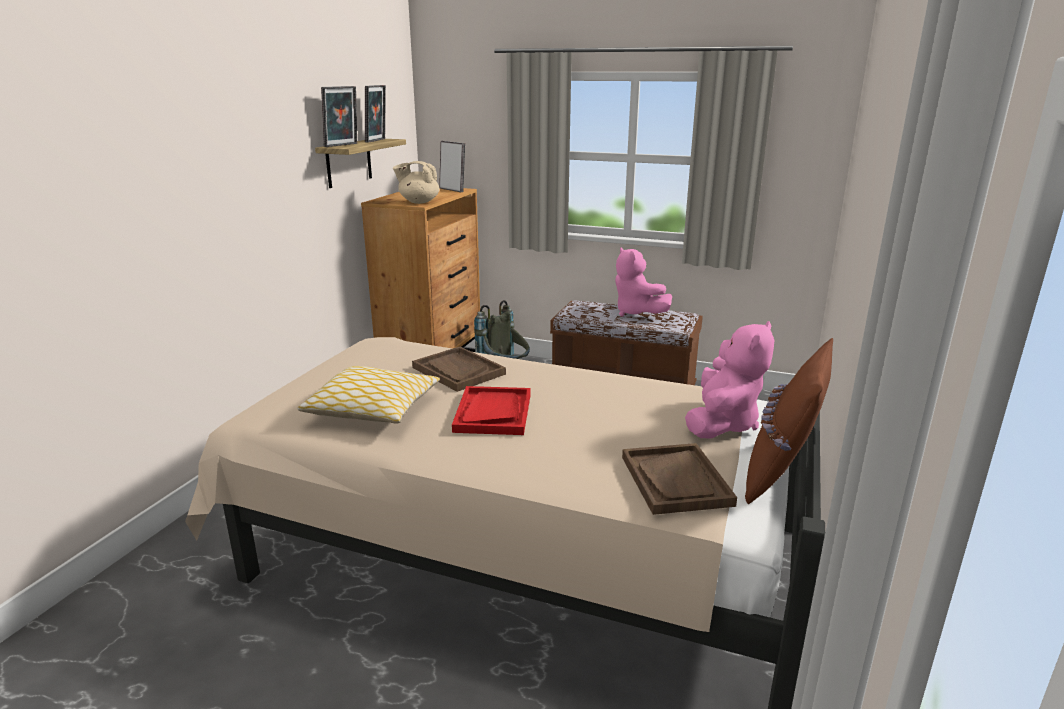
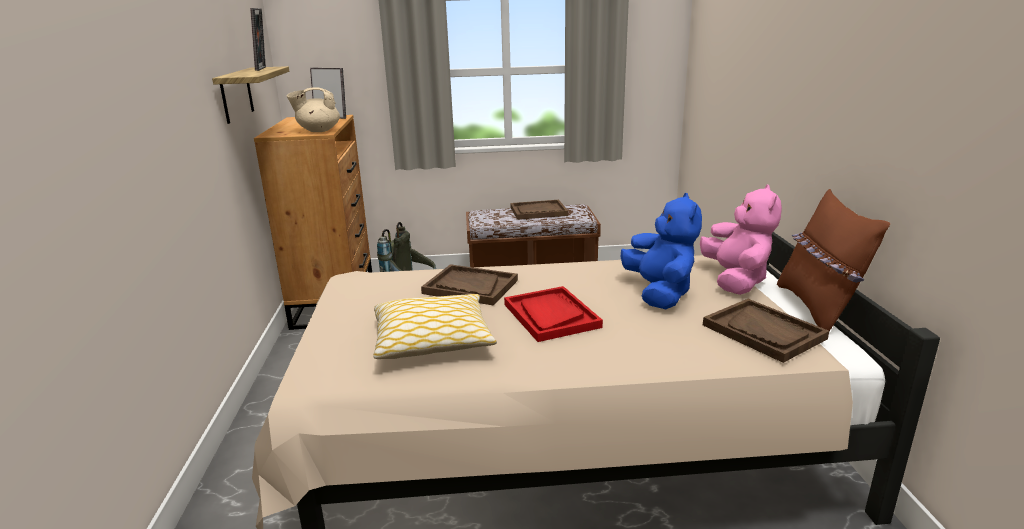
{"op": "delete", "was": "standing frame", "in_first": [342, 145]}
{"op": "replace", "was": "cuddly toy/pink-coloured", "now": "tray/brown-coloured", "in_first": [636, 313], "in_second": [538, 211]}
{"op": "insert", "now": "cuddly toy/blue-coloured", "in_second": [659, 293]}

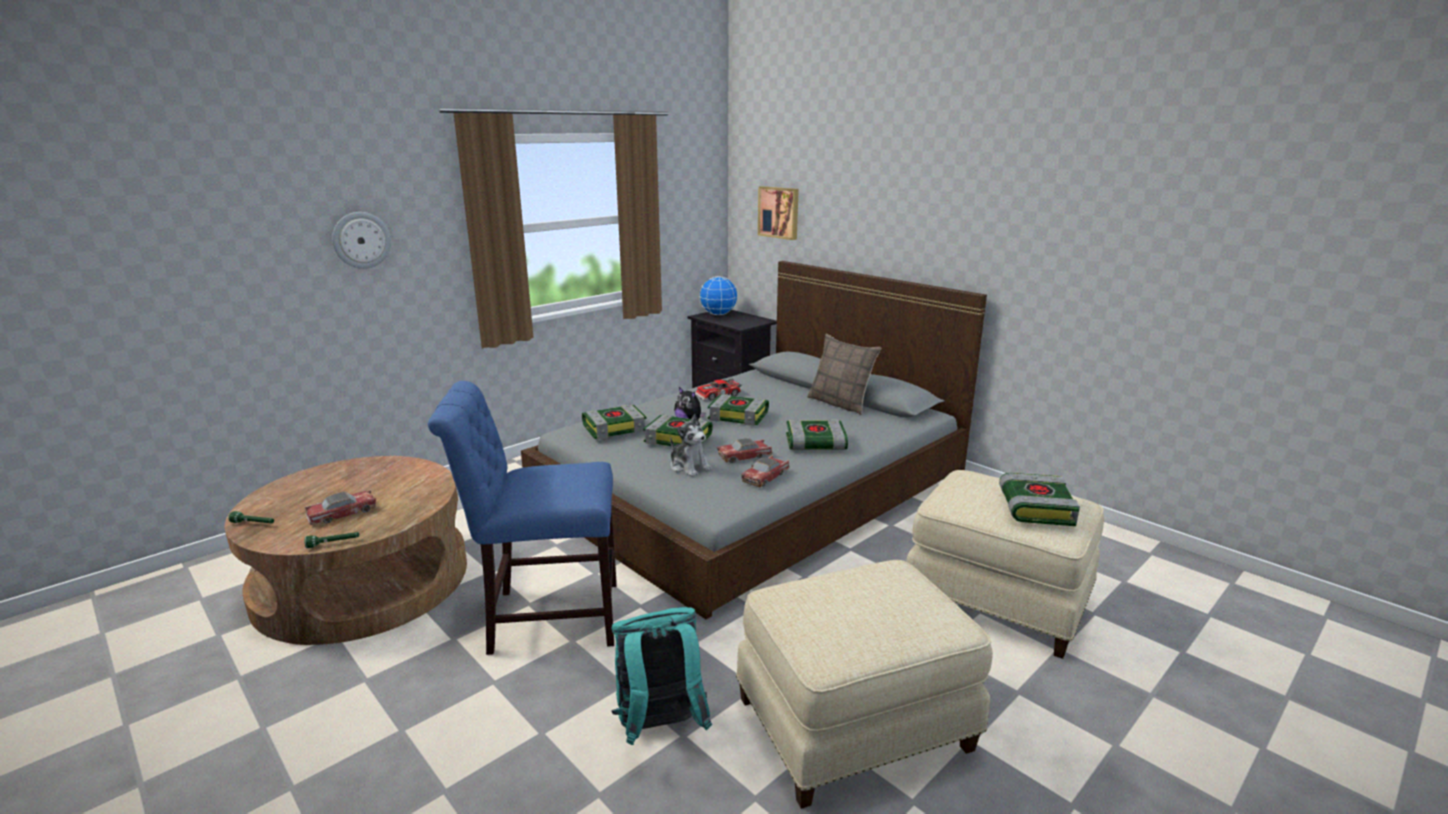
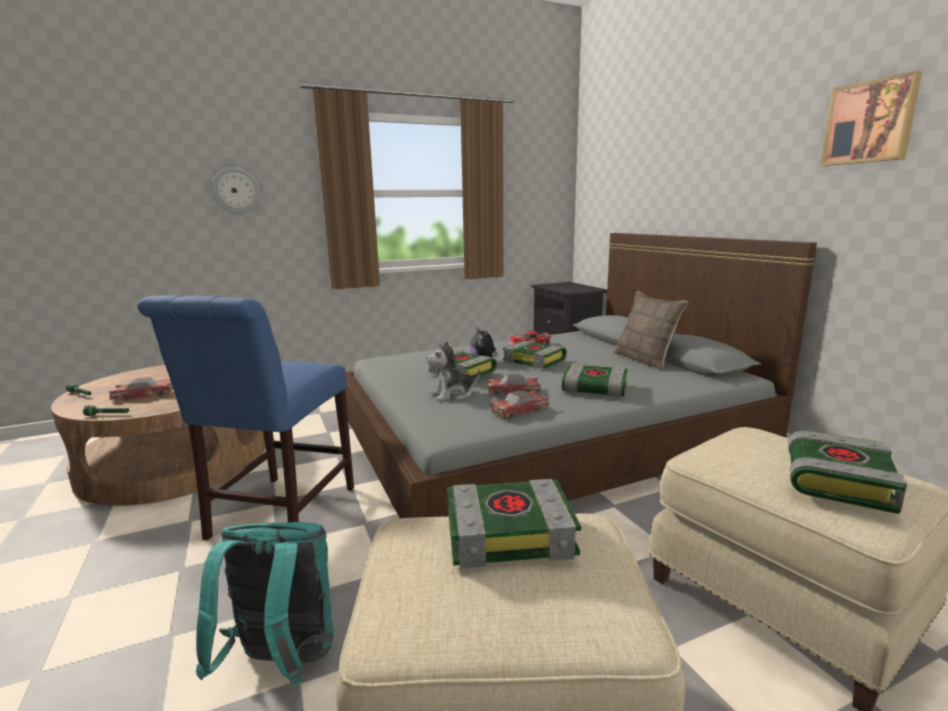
{"op": "move", "was": "wall picture", "in_first": [779, 212], "in_second": [870, 122]}
{"op": "delete", "was": "desk globe", "in_first": [718, 314]}
{"op": "rotate", "was": "upright chair/blue-coloured", "in_first": [546, 617], "in_second": [277, 516], "clockwise": -90}
{"op": "move", "was": "bound book", "in_first": [615, 428], "in_second": [510, 532]}
{"op": "rotate", "was": "cuddly toy", "in_first": [689, 467], "in_second": [453, 394], "clockwise": 90}

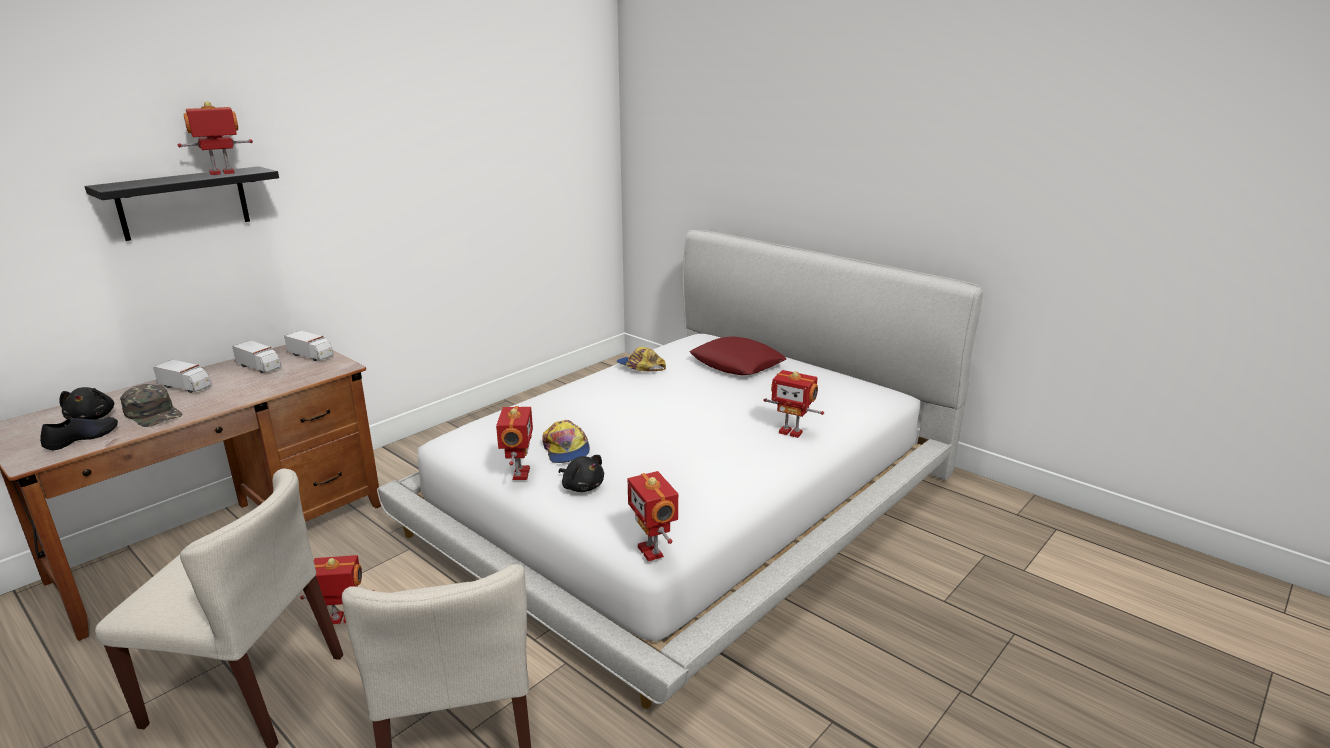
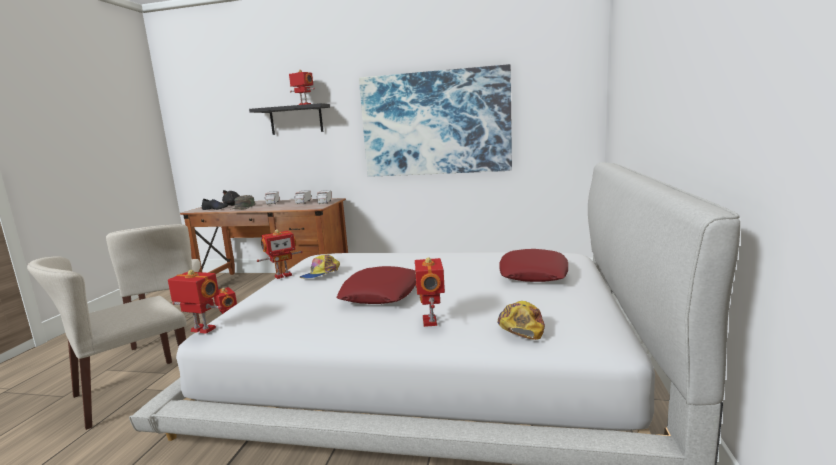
{"op": "move", "was": "peaked cap", "in_first": [640, 367], "in_second": [521, 326]}
{"op": "delete", "was": "cuddly toy/black-coloured", "in_first": [582, 486]}
{"op": "rotate", "was": "model robot", "in_first": [652, 551], "in_second": [202, 330], "clockwise": 75}
{"op": "insert", "now": "wall picture", "in_second": [435, 123]}
{"op": "insert", "now": "pillow/red-coloured", "in_second": [380, 293]}

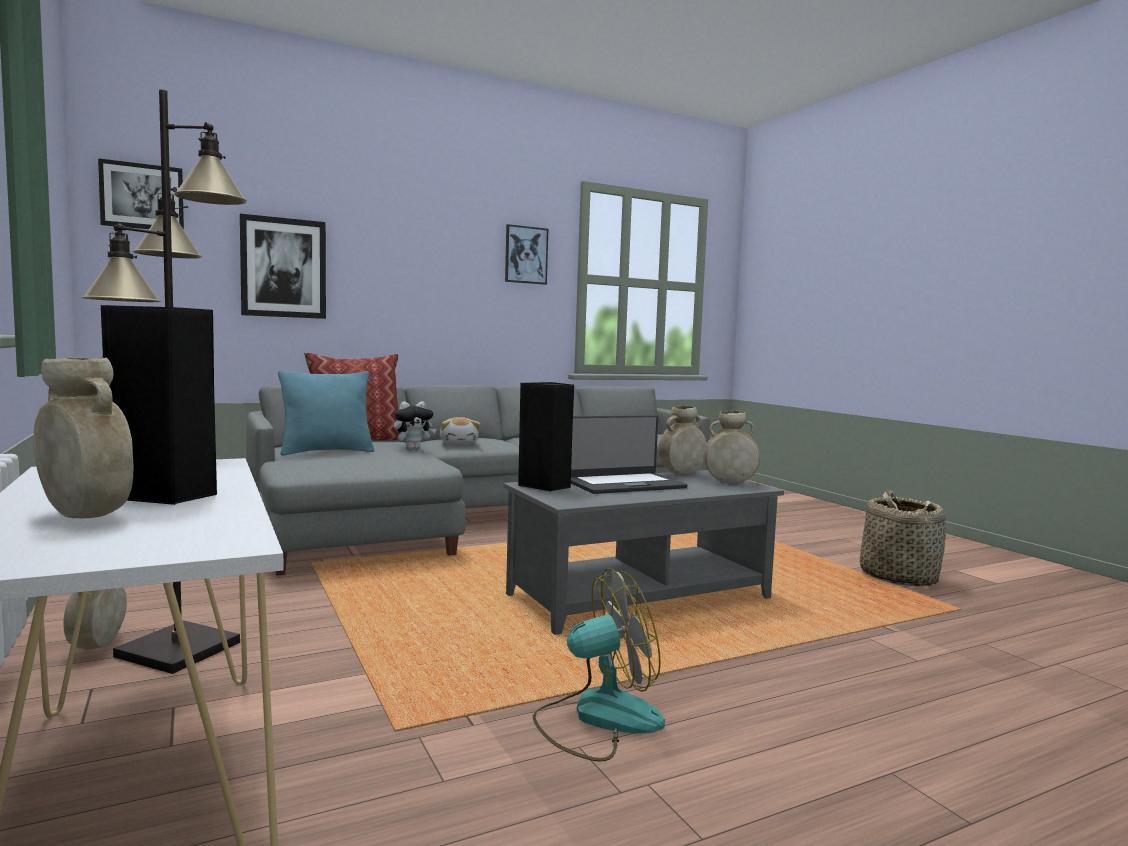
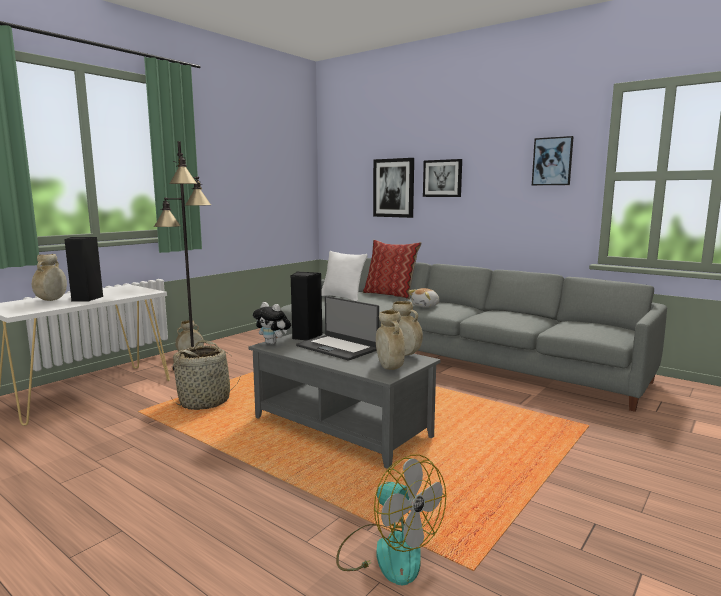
{"op": "move", "was": "wall picture", "in_first": [142, 196], "in_second": [442, 178]}
{"op": "recolor", "was": "pillow/turquoise", "now": "pillow/white-coloured", "in_first": [327, 452], "in_second": [342, 297]}
{"op": "move", "was": "cuddly toy", "in_first": [413, 448], "in_second": [273, 343]}
{"op": "move", "was": "basket", "in_first": [898, 577], "in_second": [205, 401]}
{"op": "move", "was": "cooling fan", "in_first": [597, 718], "in_second": [387, 551]}

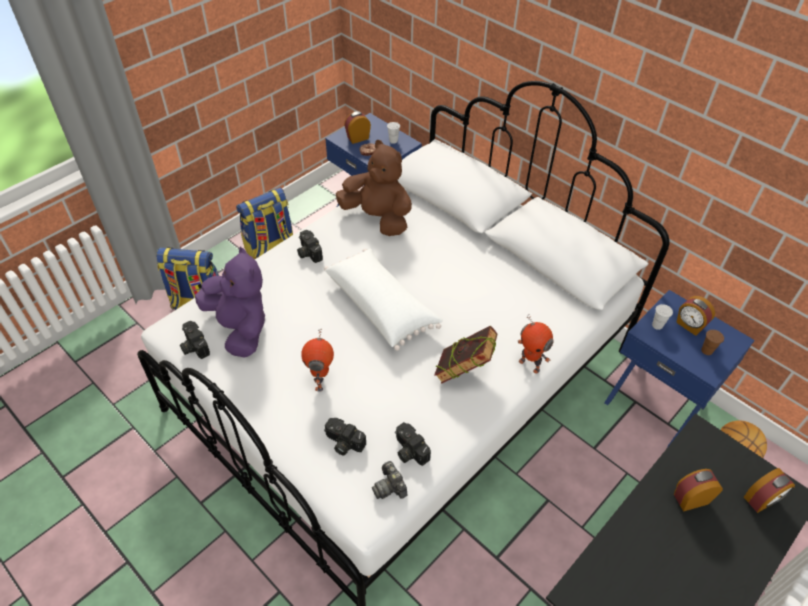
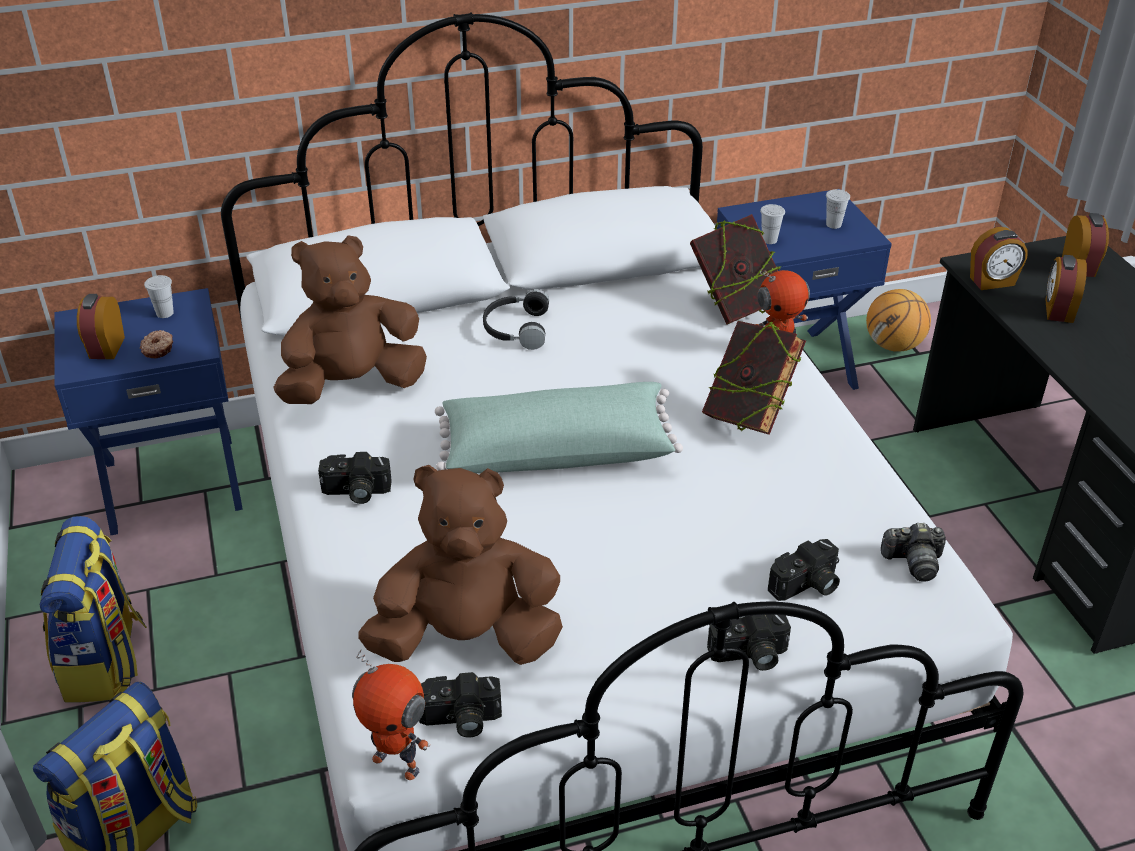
{"op": "recolor", "was": "cuddly toy/purple", "now": "cuddly toy/brown-coloured", "in_first": [240, 328], "in_second": [467, 638]}
{"op": "recolor", "was": "pillow/white-coloured", "now": "pillow/green-coloured", "in_first": [382, 306], "in_second": [556, 449]}
{"op": "move", "was": "alarm clock", "in_first": [689, 325], "in_second": [992, 282]}
{"op": "move", "was": "model robot", "in_first": [321, 381], "in_second": [398, 762]}
{"op": "recolor", "was": "small cup/brown-coloured", "now": "small cup/white-coloured", "in_first": [706, 351], "in_second": [833, 224]}
{"op": "move", "was": "photo camera", "in_first": [408, 451], "in_second": [749, 656]}
{"op": "insert", "now": "bound book", "in_second": [735, 307]}
{"op": "insert", "now": "headphones/black-coloured", "in_second": [515, 329]}

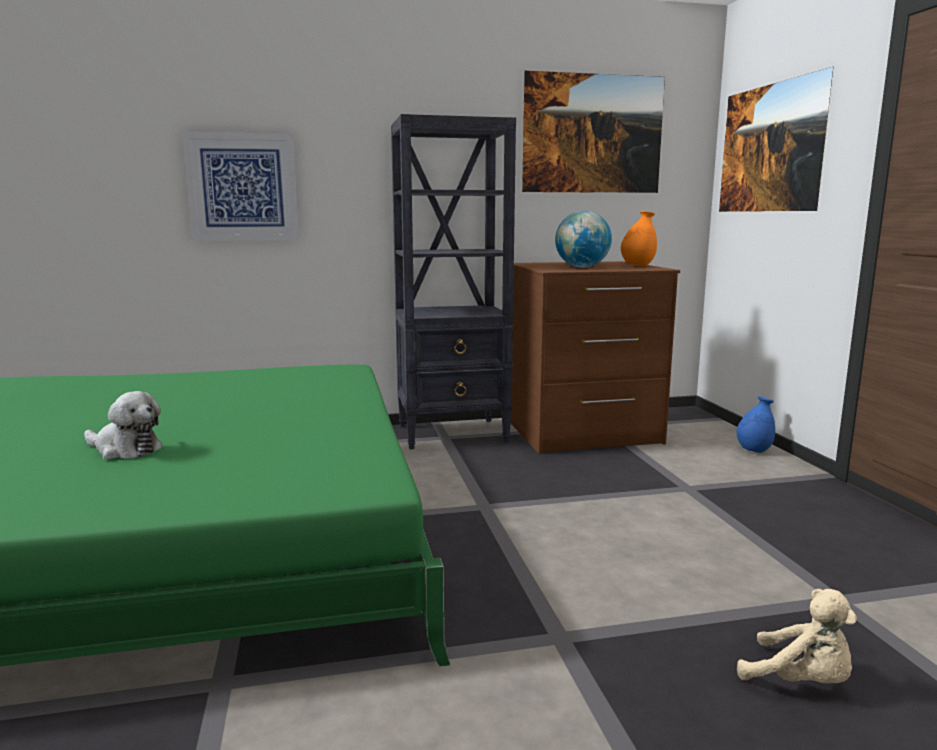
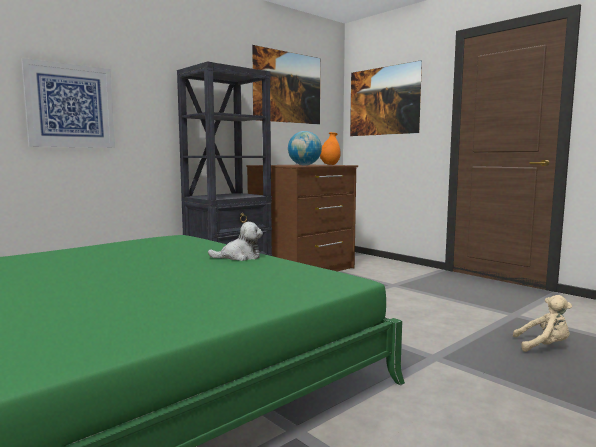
{"op": "move", "was": "cuddly toy", "in_first": [125, 449], "in_second": [239, 257]}
{"op": "delete", "was": "decorative vase/blue-coloured", "in_first": [754, 451]}

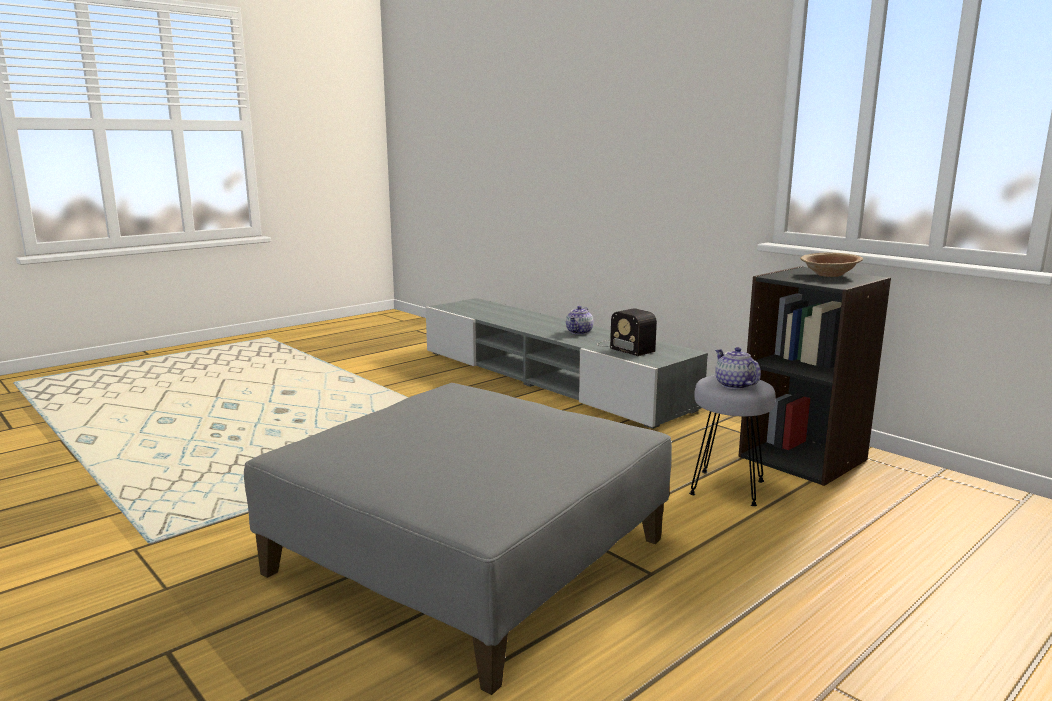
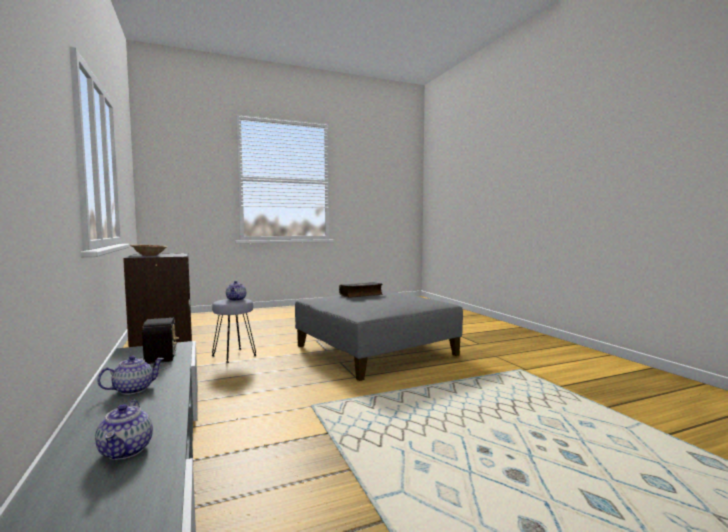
{"op": "insert", "now": "bound book", "in_second": [361, 295]}
{"op": "insert", "now": "tea pot", "in_second": [126, 451]}

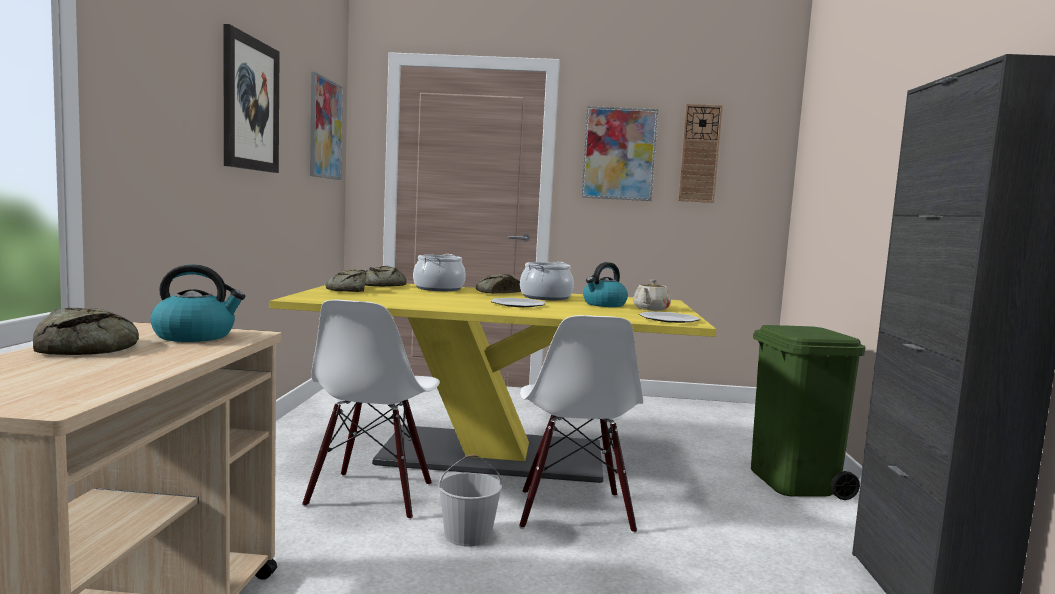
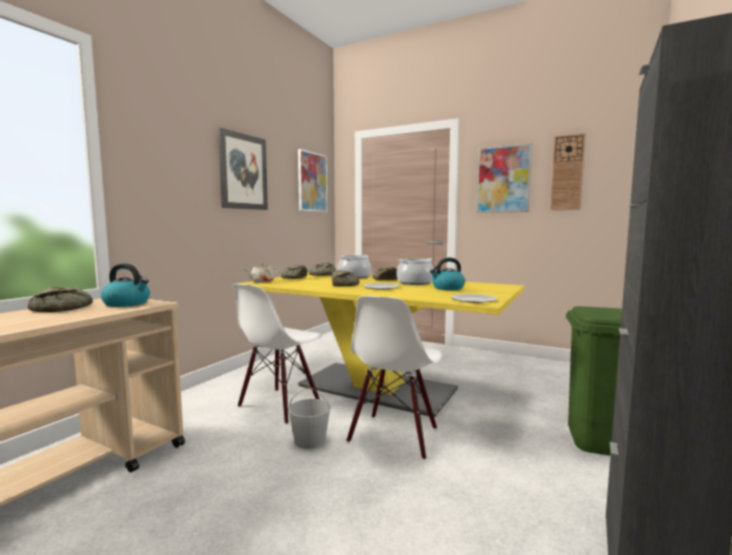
{"op": "move", "was": "tea pot/beige", "in_first": [650, 309], "in_second": [262, 281]}
{"op": "insert", "now": "baked bread", "in_second": [344, 284]}

